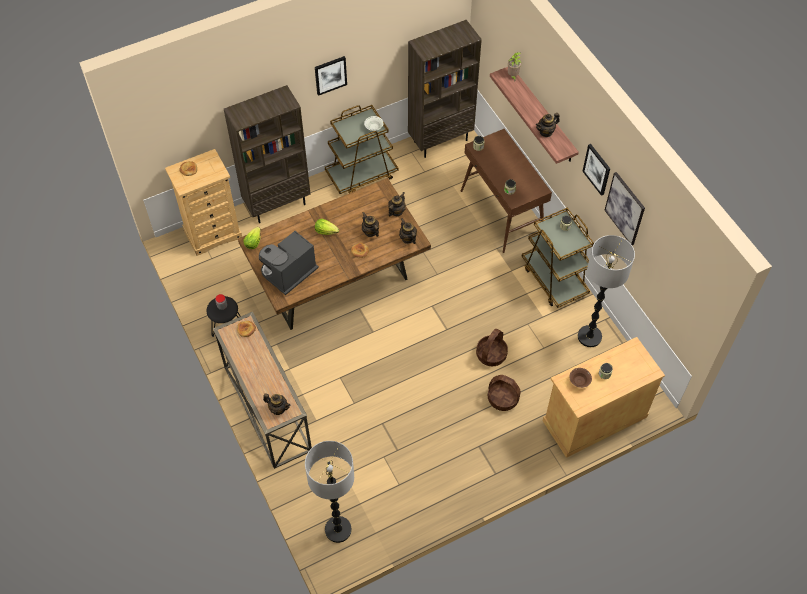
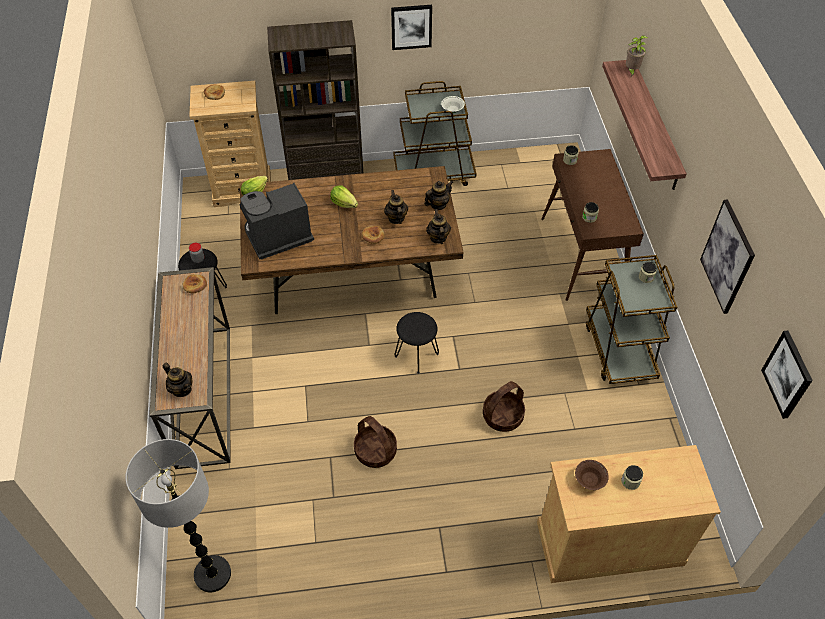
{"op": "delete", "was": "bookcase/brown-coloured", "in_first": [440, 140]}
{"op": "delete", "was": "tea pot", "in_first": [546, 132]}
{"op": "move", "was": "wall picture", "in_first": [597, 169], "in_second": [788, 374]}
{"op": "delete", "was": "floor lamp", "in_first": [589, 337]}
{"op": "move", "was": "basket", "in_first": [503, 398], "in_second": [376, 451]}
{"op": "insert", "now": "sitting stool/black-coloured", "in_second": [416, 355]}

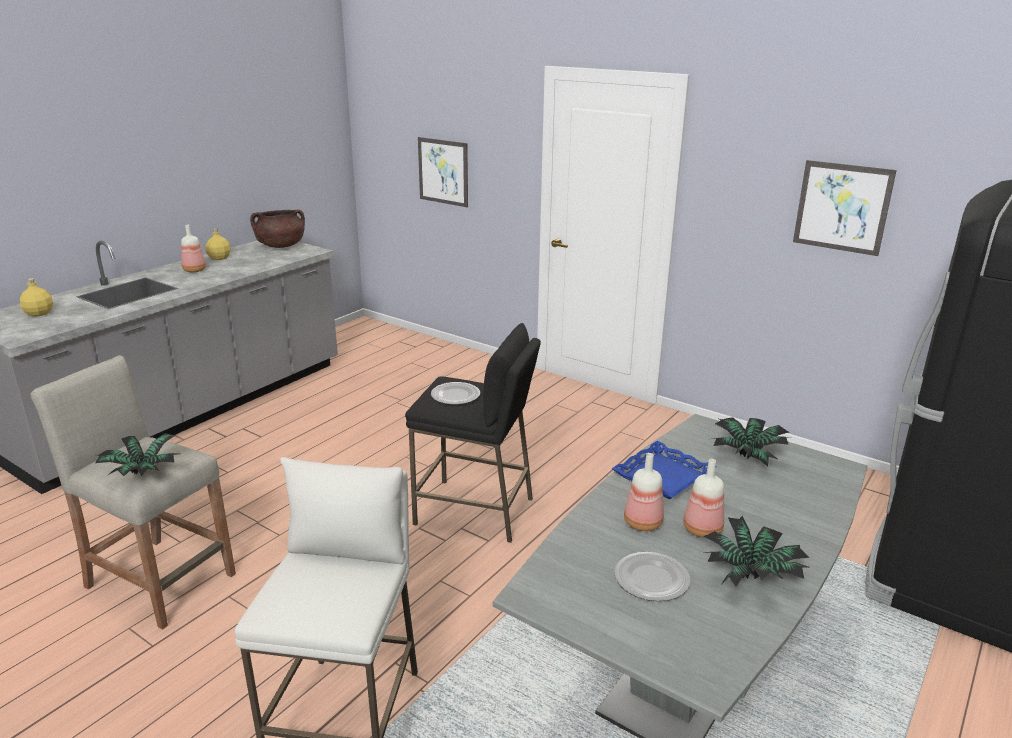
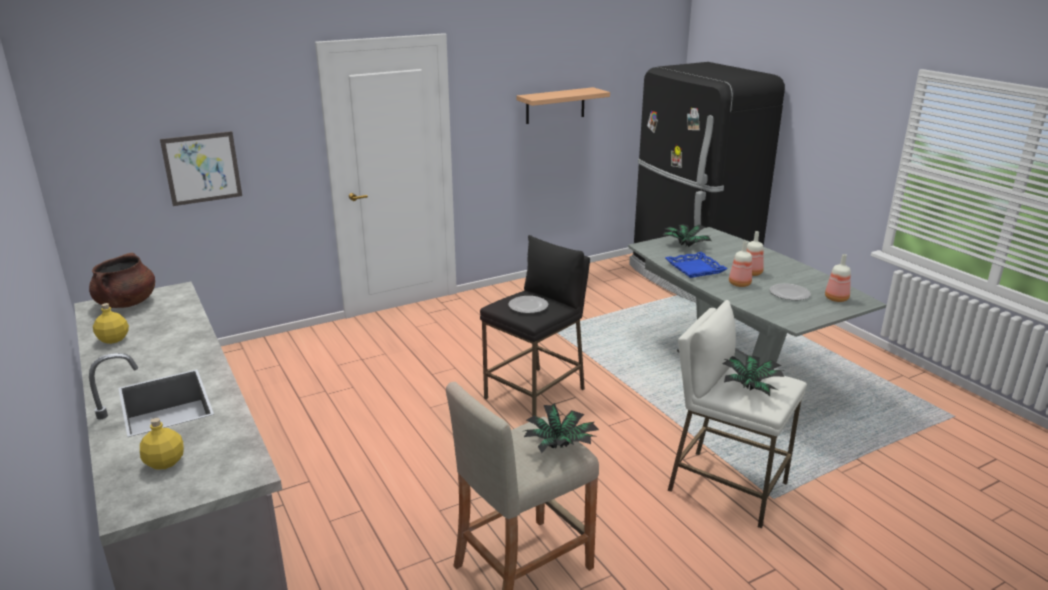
{"op": "replace", "was": "wall picture", "now": "wall shelf", "in_first": [842, 207], "in_second": [555, 105]}
{"op": "move", "was": "bottle", "in_first": [195, 270], "in_second": [836, 298]}
{"op": "move", "was": "houseplant", "in_first": [751, 577], "in_second": [749, 387]}

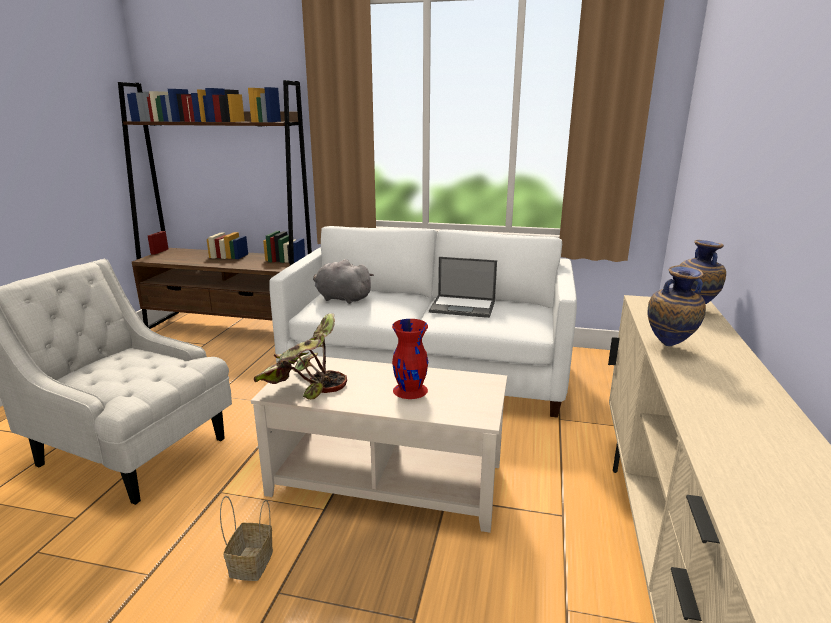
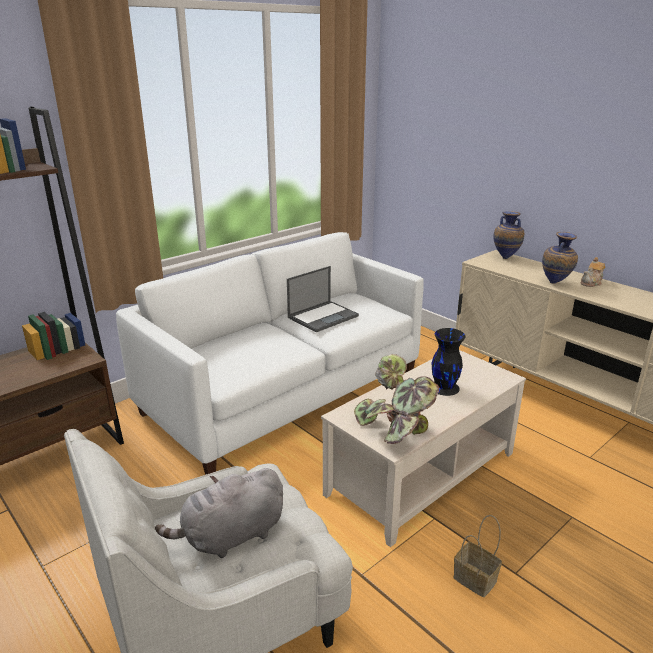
{"op": "move", "was": "cuddly toy/gray", "in_first": [341, 298], "in_second": [230, 536]}
{"op": "recolor", "was": "decorative vase/red-coloured", "now": "decorative vase/black-coloured", "in_first": [411, 390], "in_second": [444, 387]}
{"op": "insert", "now": "tea pot", "in_second": [591, 283]}

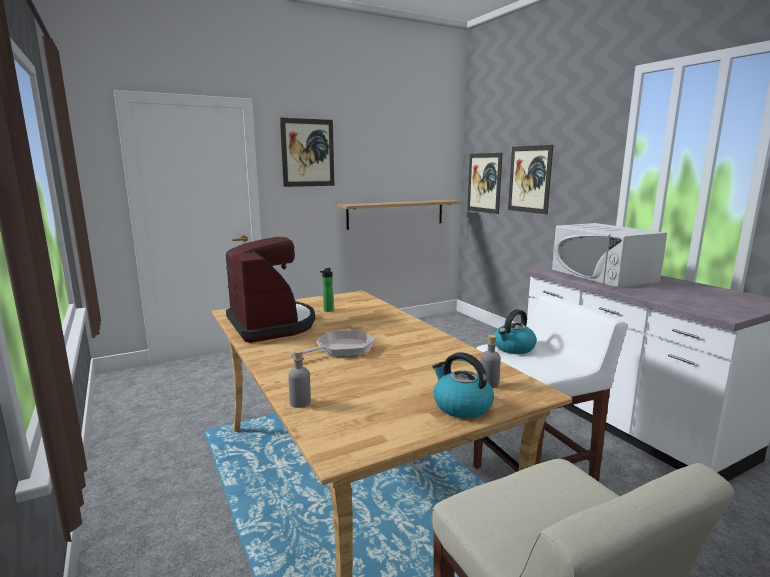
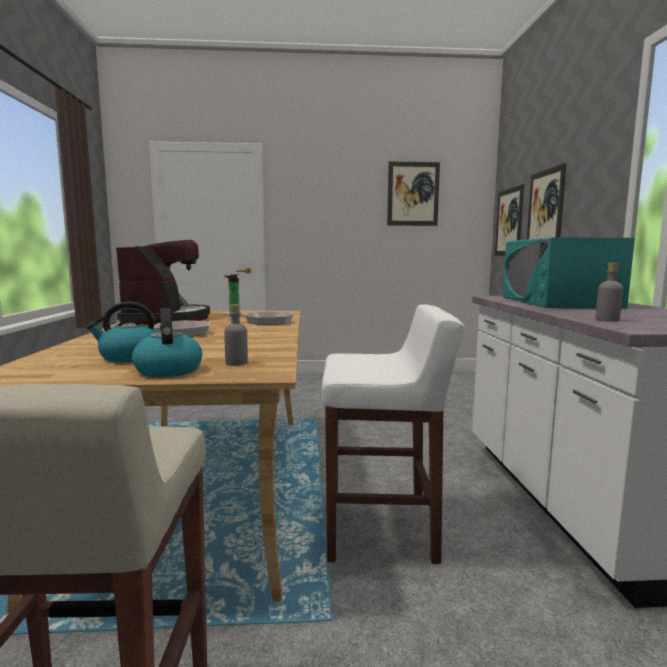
{"op": "move", "was": "wall picture", "in_first": [308, 153], "in_second": [413, 194]}
{"op": "delete", "was": "wall shelf", "in_first": [396, 214]}
{"op": "recolor", "was": "microwave/white-coloured", "now": "microwave/turquoise", "in_first": [603, 276], "in_second": [557, 302]}
{"op": "move", "was": "tea kettle", "in_first": [513, 348], "in_second": [130, 357]}
{"op": "move", "was": "bottle/gray", "in_first": [300, 402], "in_second": [607, 320]}
{"op": "insert", "now": "skillet", "in_second": [265, 321]}

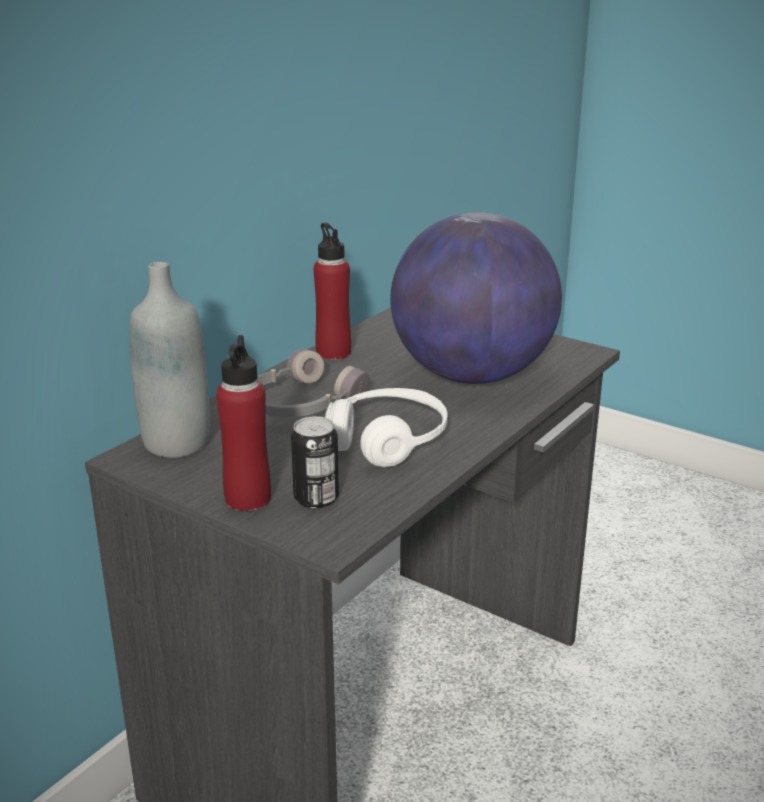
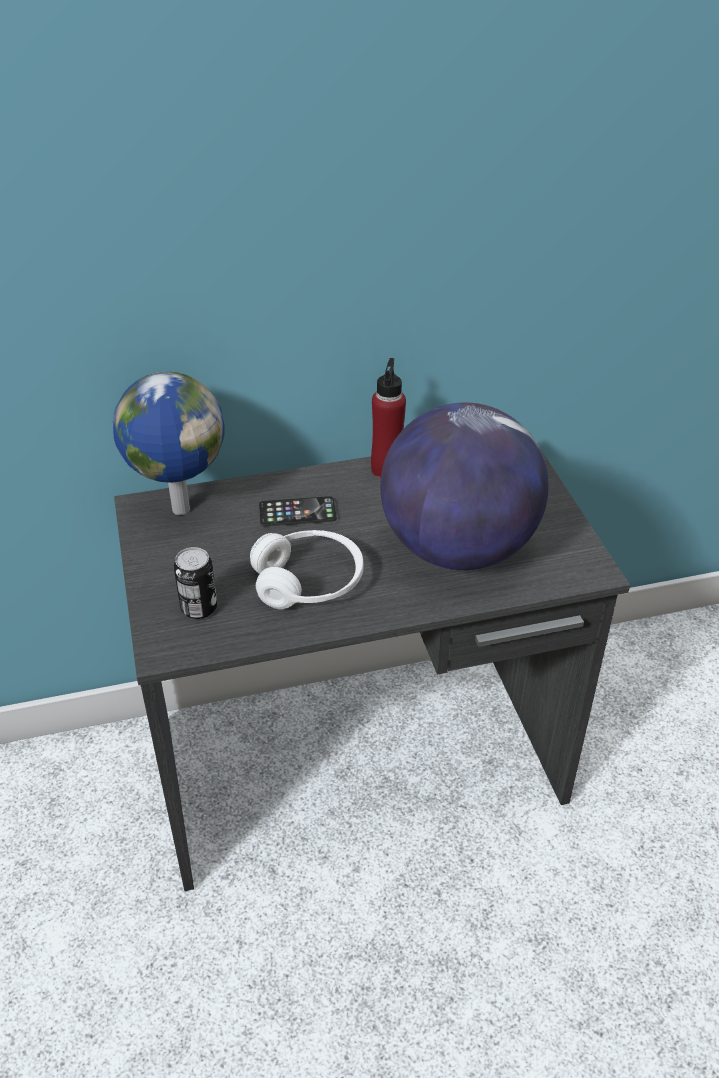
{"op": "replace", "was": "bottle/gray", "now": "desk globe", "in_first": [176, 443], "in_second": [179, 508]}
{"op": "delete", "was": "bottle/red-coloured", "in_first": [247, 499]}
{"op": "replace", "was": "headphones/gray", "now": "telephone", "in_first": [300, 404], "in_second": [297, 512]}

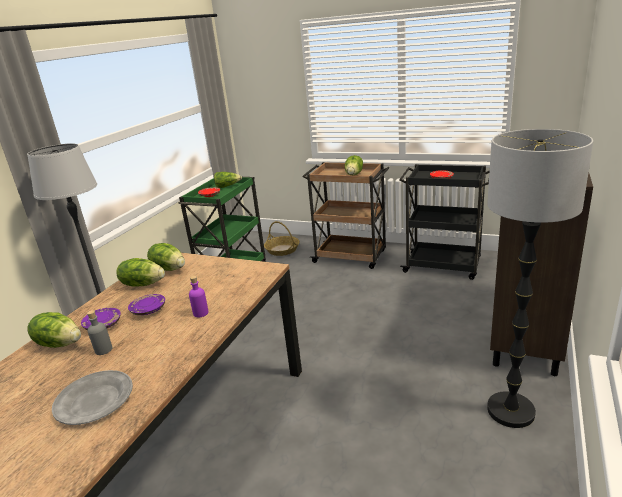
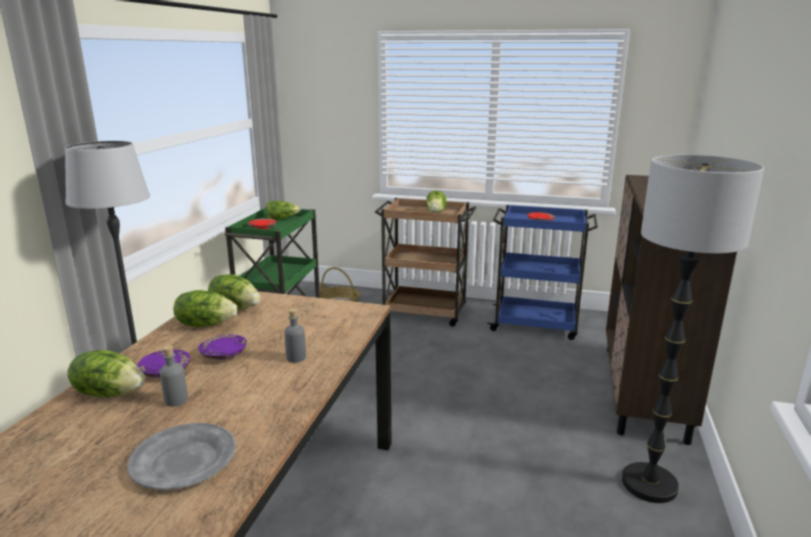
{"op": "recolor", "was": "trolley/black-coloured", "now": "trolley/blue-coloured", "in_first": [443, 266], "in_second": [536, 325]}
{"op": "recolor", "was": "bottle/purple", "now": "bottle/gray", "in_first": [201, 313], "in_second": [296, 358]}

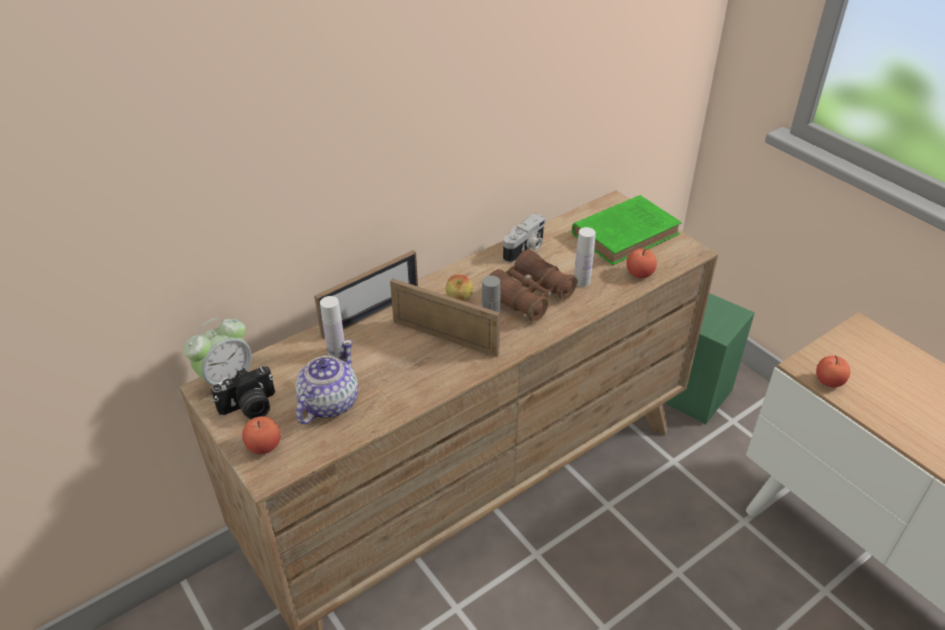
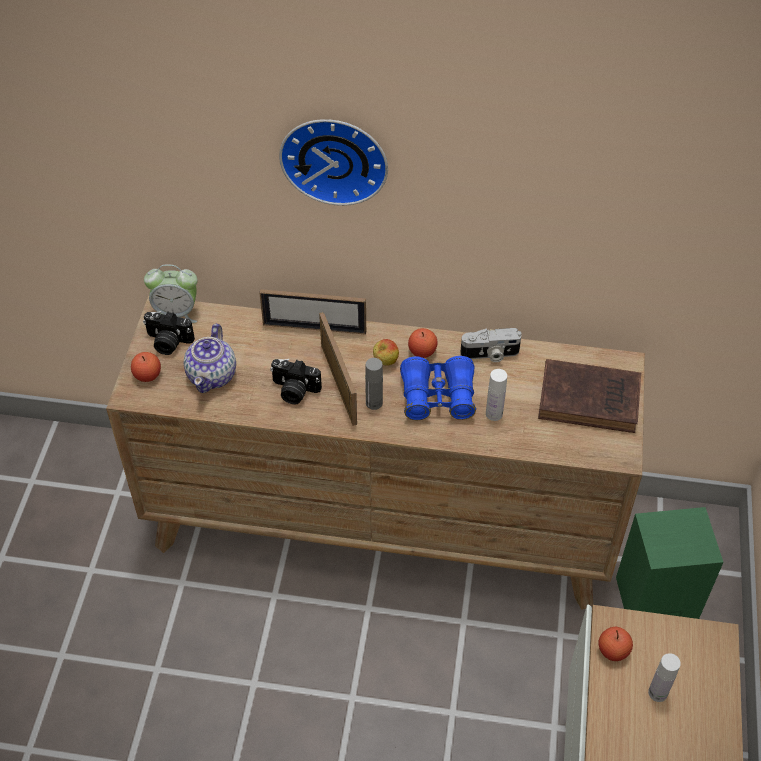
{"op": "recolor", "was": "bound book/green-coloured", "now": "bound book/brown-coloured", "in_first": [627, 233], "in_second": [592, 400]}
{"op": "recolor", "was": "field glasses/brown-coloured", "now": "field glasses/blue-coloured", "in_first": [529, 297], "in_second": [438, 397]}
{"op": "move", "was": "apple fruit", "in_first": [639, 274], "in_second": [422, 351]}
{"op": "move", "was": "bottle/white-coloured", "in_first": [336, 352], "in_second": [657, 693]}
{"op": "rotate", "was": "tea pot", "in_first": [328, 403], "in_second": [212, 375], "clockwise": 120}
{"op": "insert", "now": "clock on the wall", "in_second": [335, 157]}
{"op": "insert", "now": "photo camera", "in_second": [294, 391]}

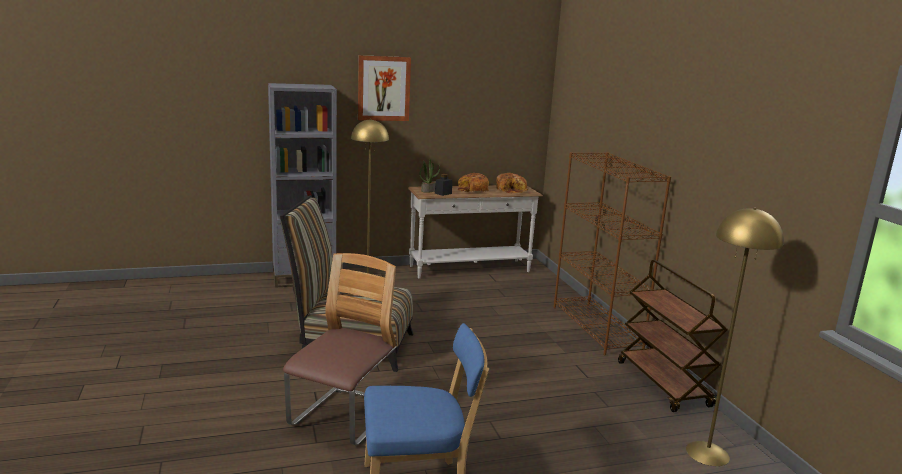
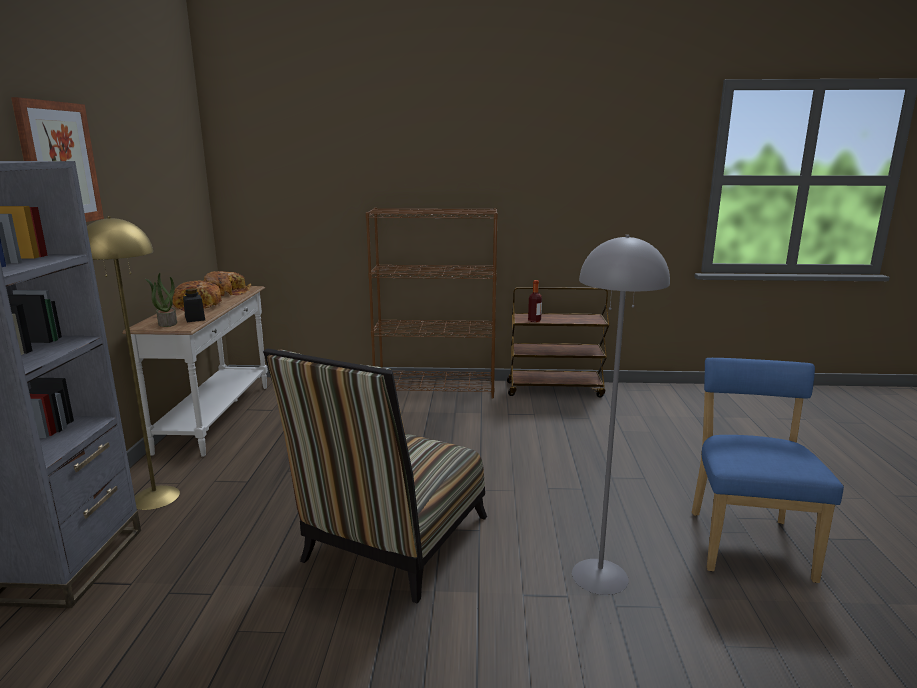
{"op": "delete", "was": "floor lamp/yellow", "in_first": [707, 453]}
{"op": "replace", "was": "upright chair", "now": "floor lamp/gray", "in_first": [343, 418], "in_second": [599, 575]}
{"op": "insert", "now": "bottle", "in_second": [534, 320]}

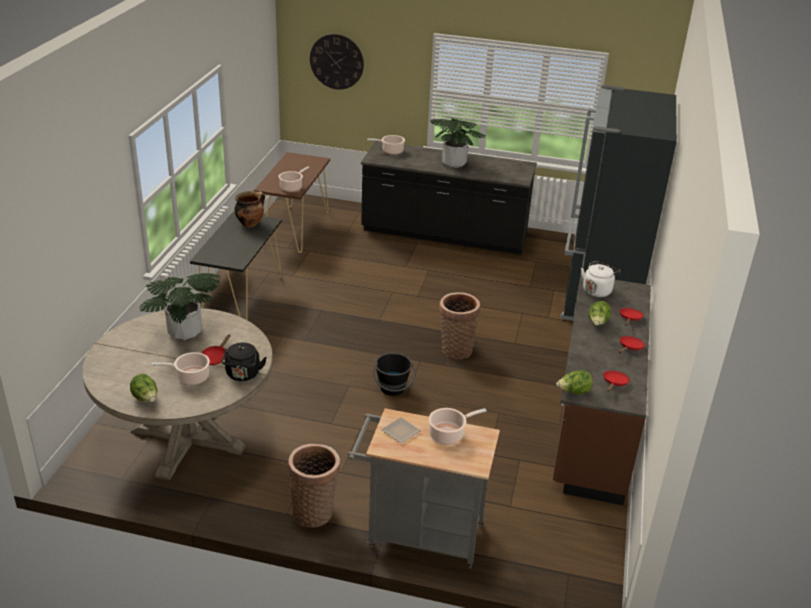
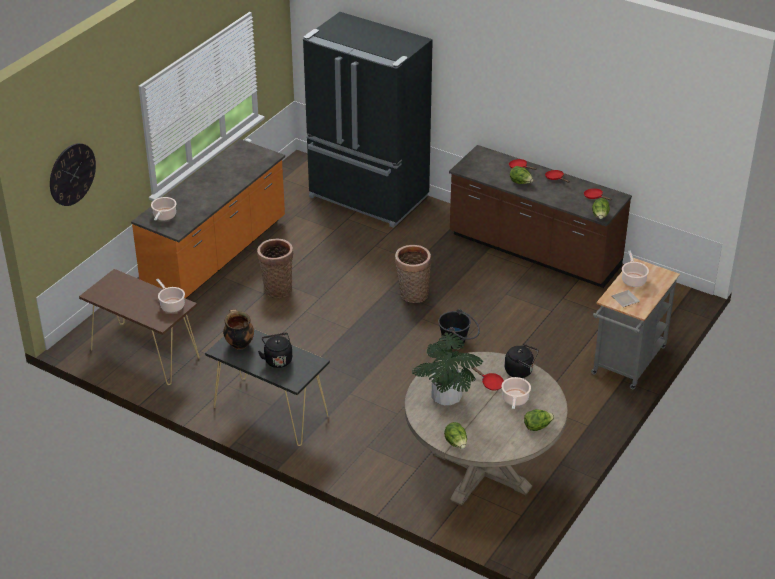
{"op": "delete", "was": "houseplant", "in_first": [454, 163]}
{"op": "recolor", "was": "kitchen counter/black-coloured", "now": "kitchen counter/orangey", "in_first": [444, 235], "in_second": [216, 256]}
{"op": "delete", "was": "tea kettle/white-coloured", "in_first": [597, 290]}
{"op": "move", "was": "basket", "in_first": [314, 511], "in_second": [277, 288]}
{"op": "insert", "now": "tea kettle/black-coloured", "in_second": [277, 359]}
{"op": "insert", "now": "lettuce head", "in_second": [456, 443]}

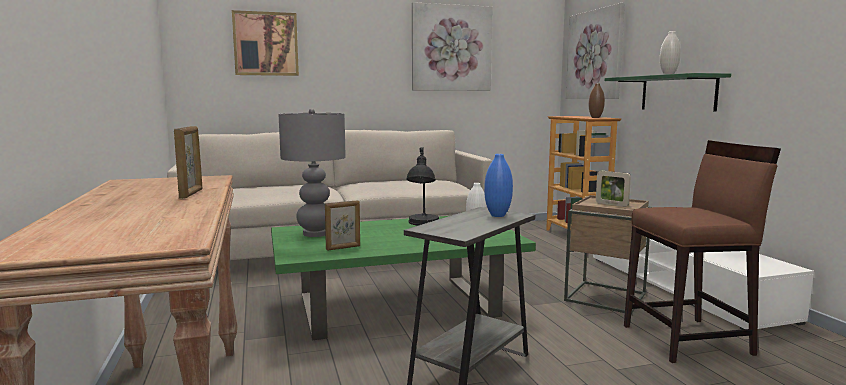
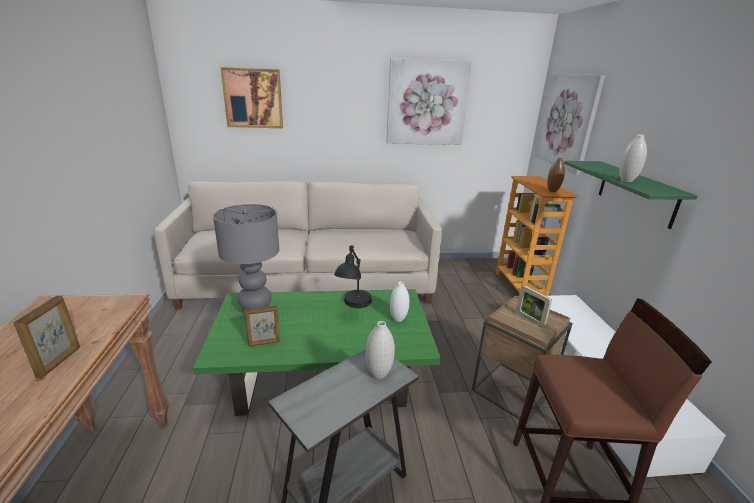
{"op": "recolor", "was": "decorative vase/blue-coloured", "now": "decorative vase/white-coloured", "in_first": [497, 215], "in_second": [379, 374]}

